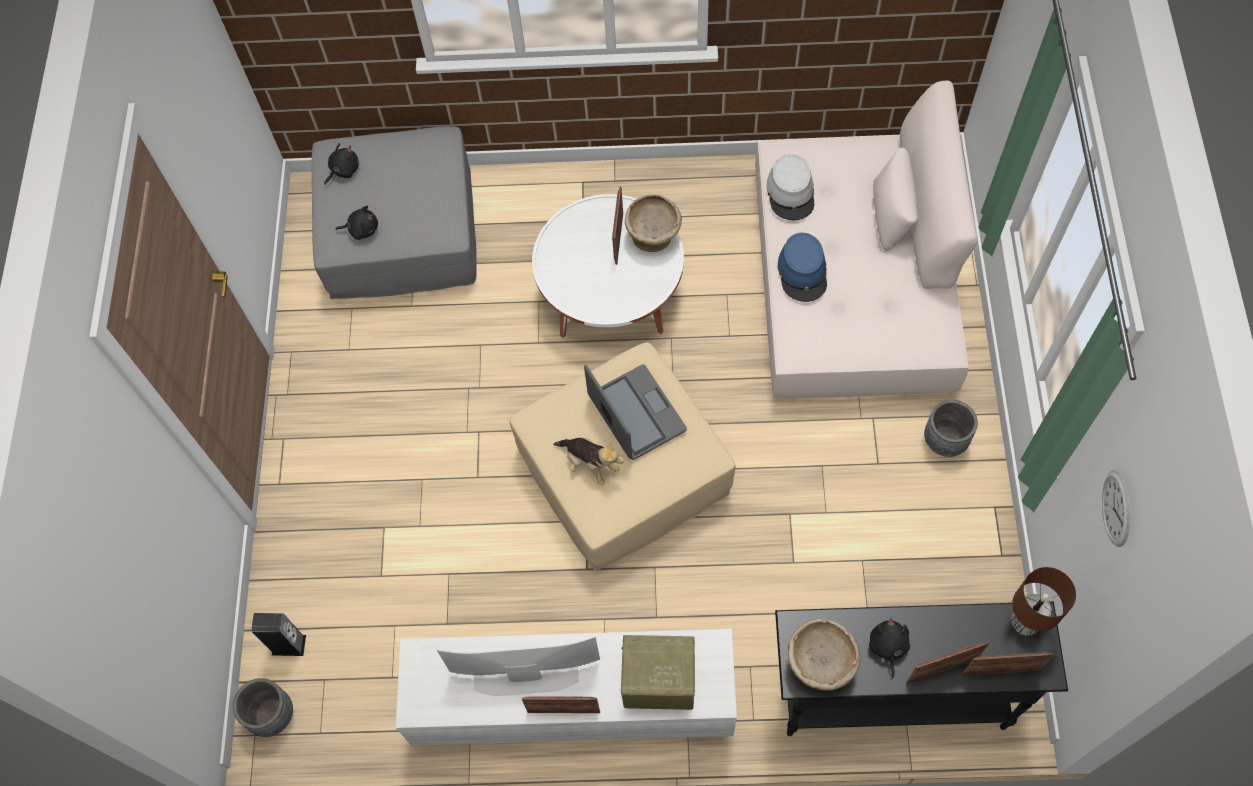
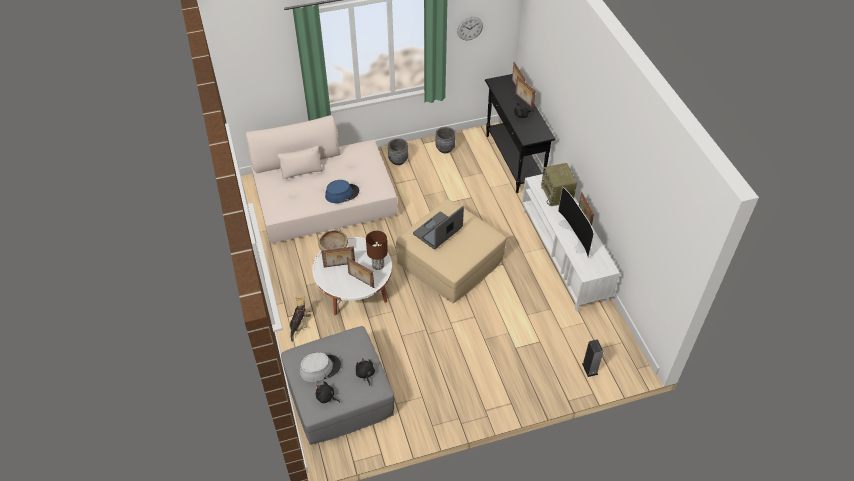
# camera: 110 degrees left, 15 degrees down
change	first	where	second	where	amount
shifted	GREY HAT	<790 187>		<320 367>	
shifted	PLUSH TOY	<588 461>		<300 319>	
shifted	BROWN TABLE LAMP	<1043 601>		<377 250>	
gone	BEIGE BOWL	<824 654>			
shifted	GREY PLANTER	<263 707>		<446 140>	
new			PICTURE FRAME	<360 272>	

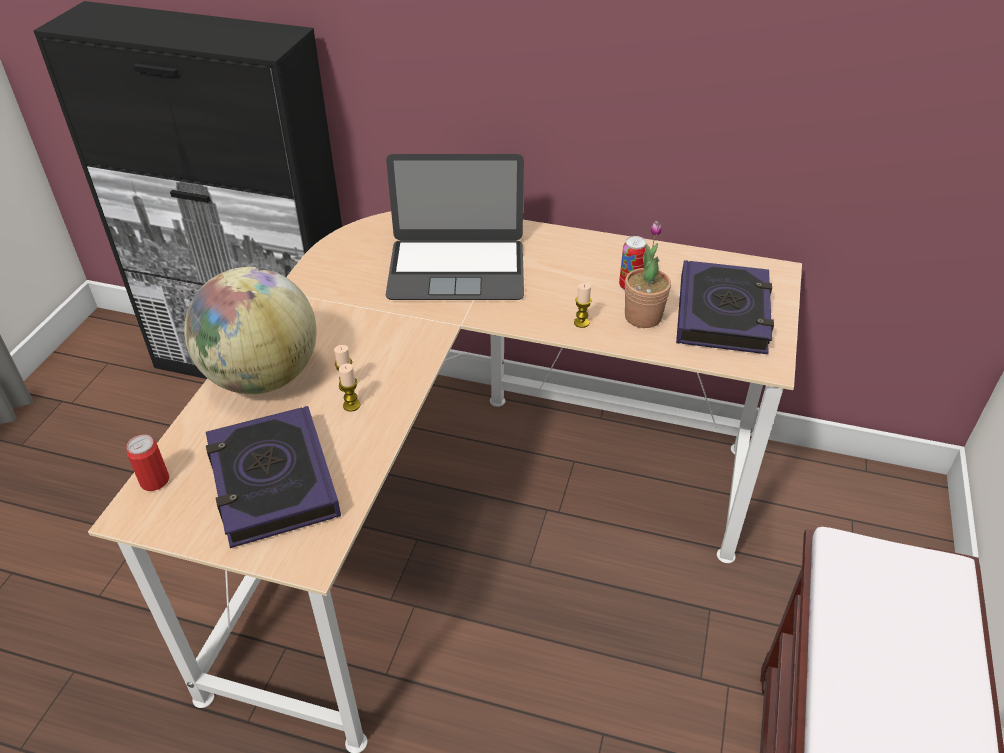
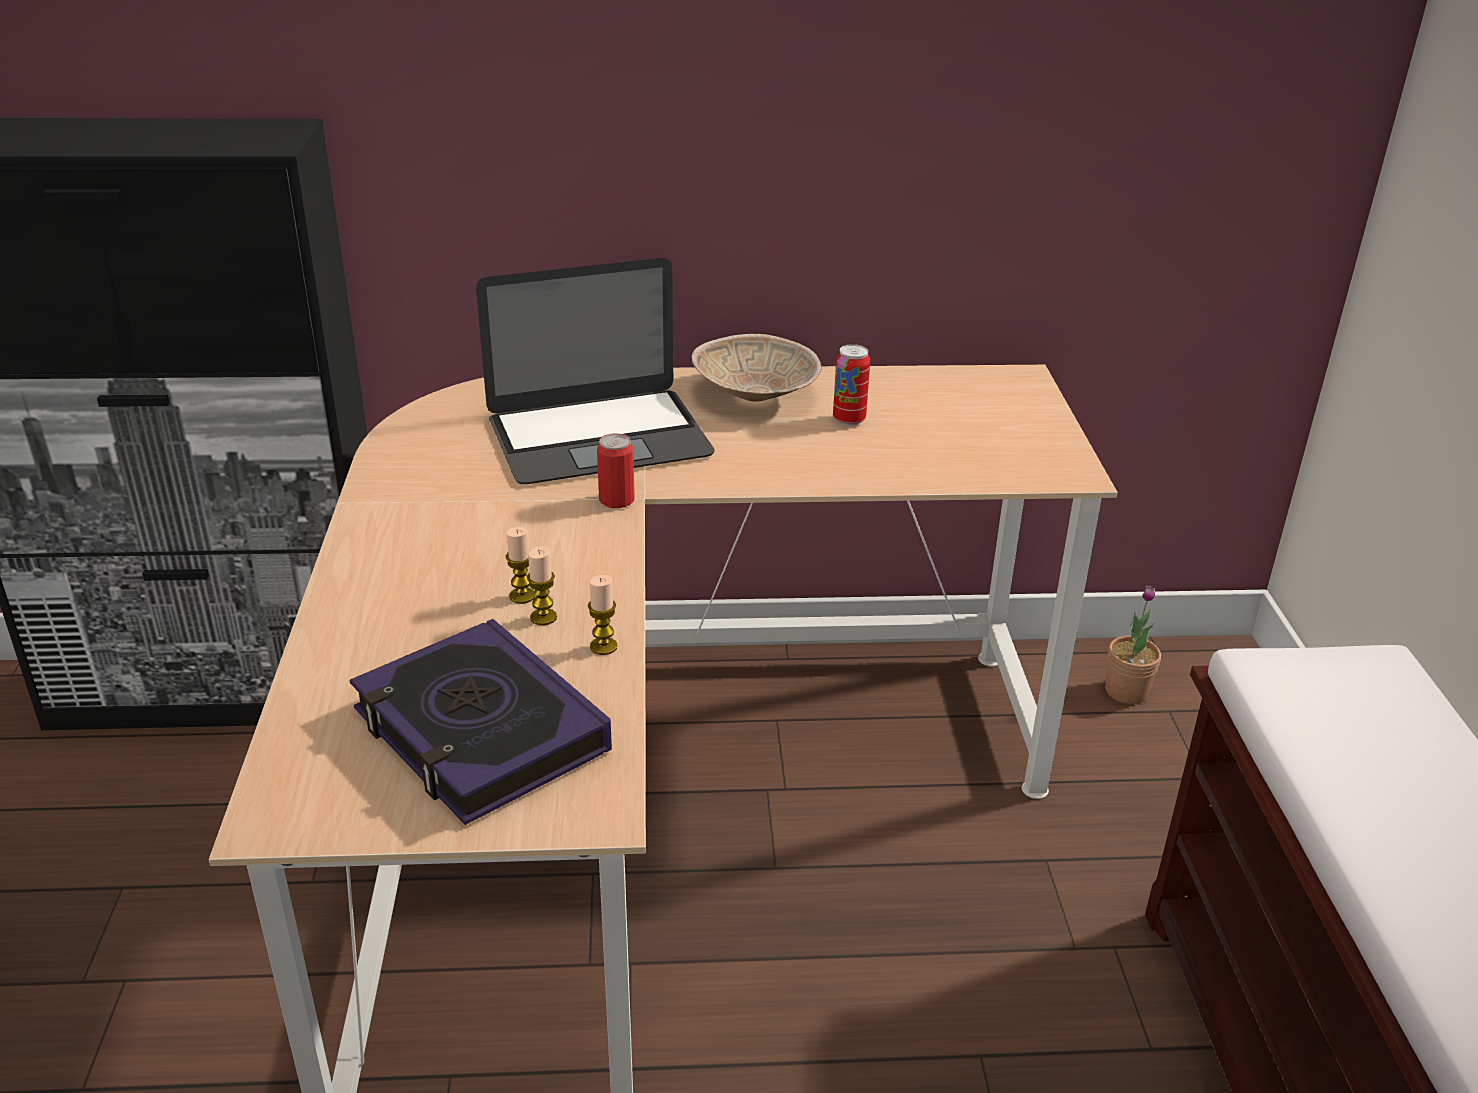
# camera: 20 degrees left, 10 degrees down
change	first	where	second	where	amount
shifted	POTTED PLANT	<648 274>		<1133 644>	
gone	BOOK	<725 307>			
gone	GLOBE	<250 330>			
shifted	CANDLE	<583 305>		<602 615>	
shifted	CAN	<147 463>		<616 470>	
new			BEIGE BOWL	<757 368>	

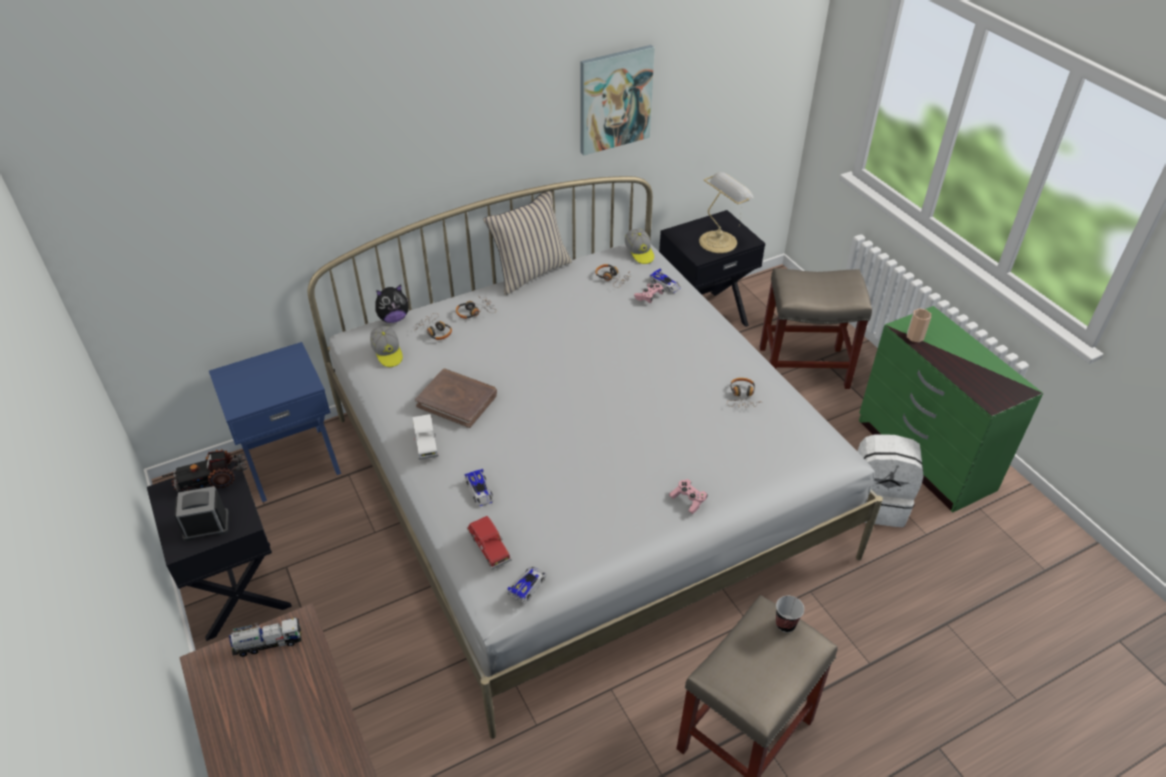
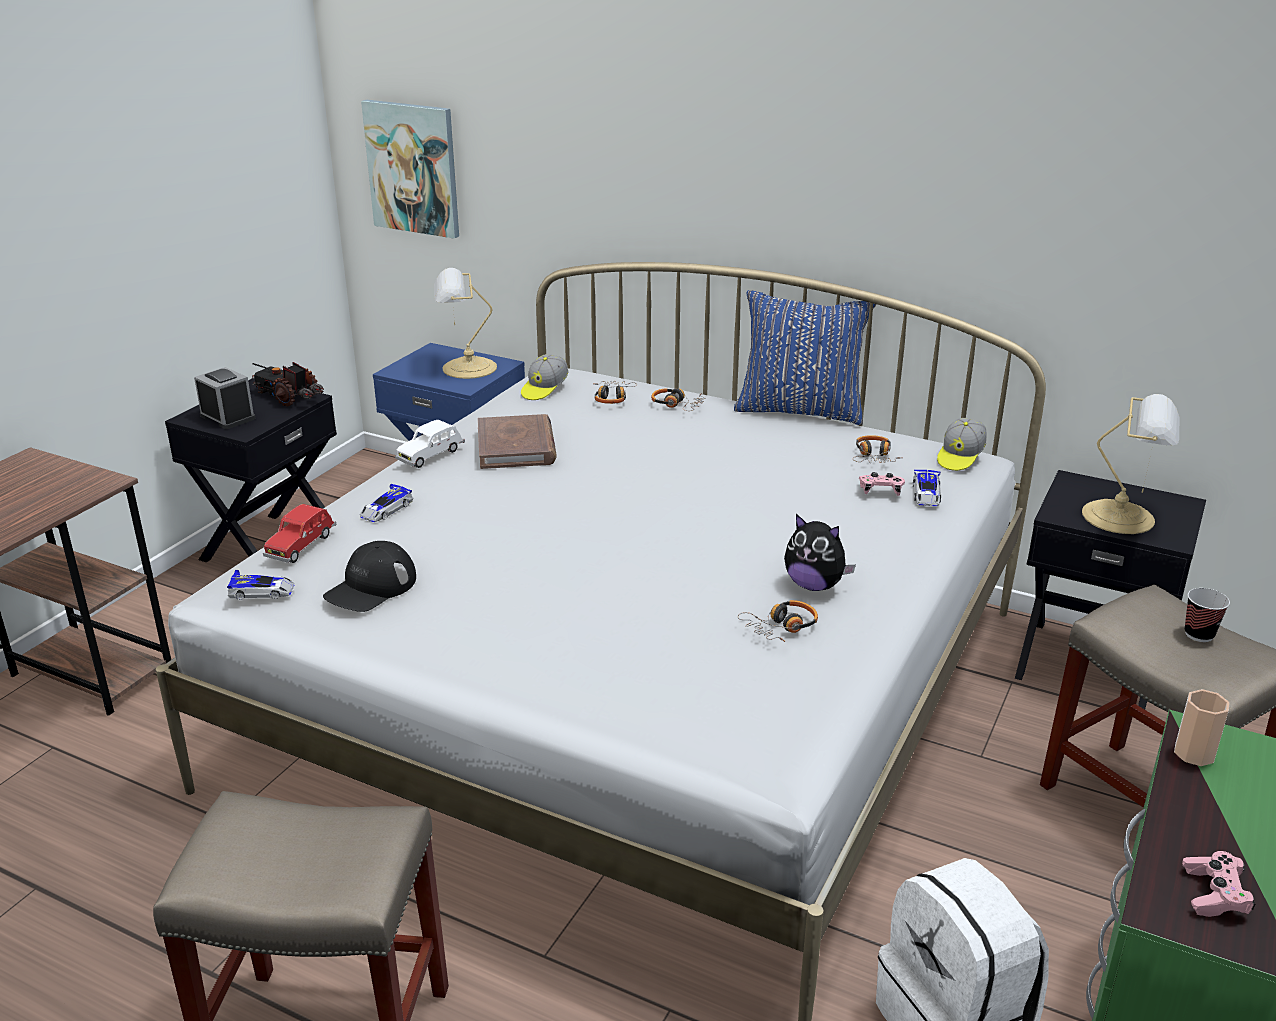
# camera: 55 degrees right, 15 degrees down
change	first	where	second	where	amount
shifted	PICTURE	<617 100>		<410 169>	
repainted	BEIGE PILLOW	<527 243>	BLUE PILLOW	<805 357>	
shifted	PLUSH TOY	<392 304>		<820 552>	
shifted	PINK GAME CONTROLLER	<688 496>		<1219 884>	
shifted	CUP	<790 614>		<1207 615>	
gone	TOY TRUCK	<265 637>			
new			TABLE LAMP	<465 323>	
new			BLACK CAP	<369 576>	

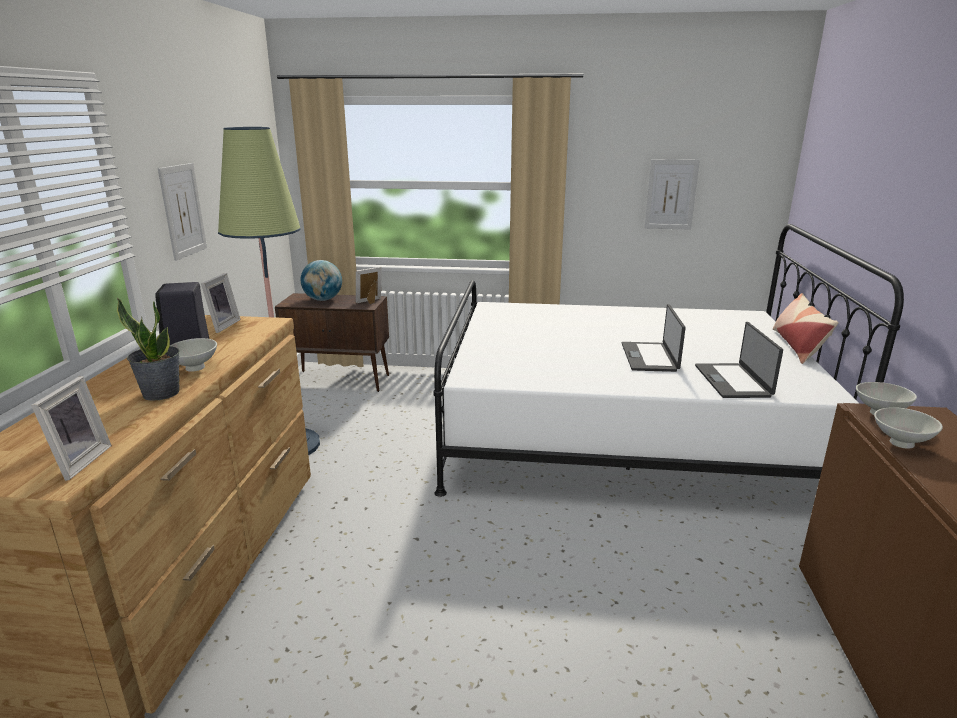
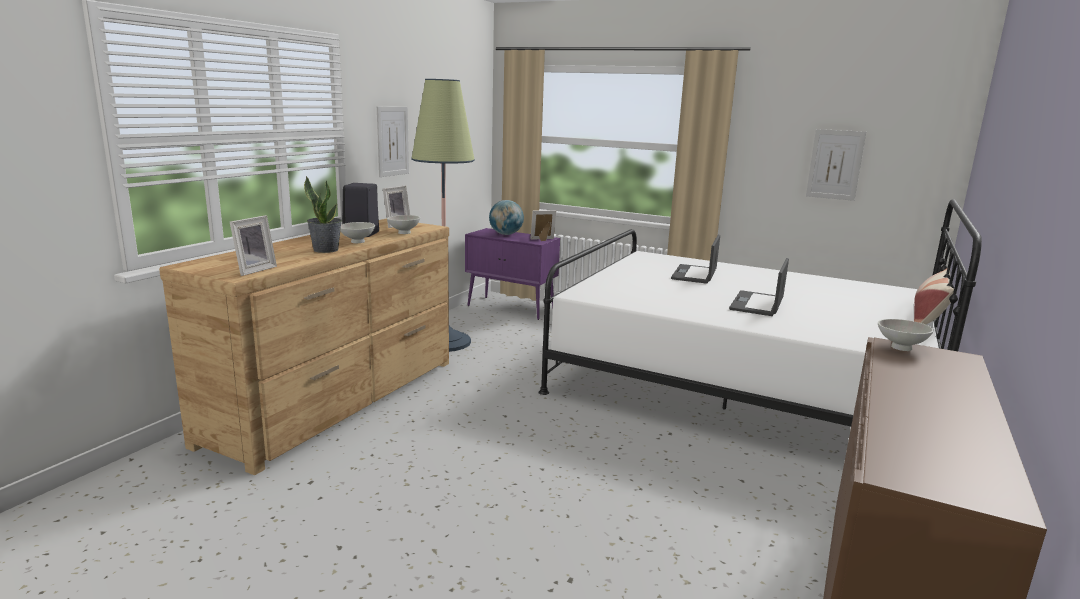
# camera: 20 degrees right, 5 degrees down
change	first	where	second	where	amount
repainted	BROWN CABINET	<332 342>	PURPLE CABINET	<512 274>	
shifted	LAPTOP	<739 360>		<695 259>	
shifted	WHITE BOWL	<908 428>		<403 224>	

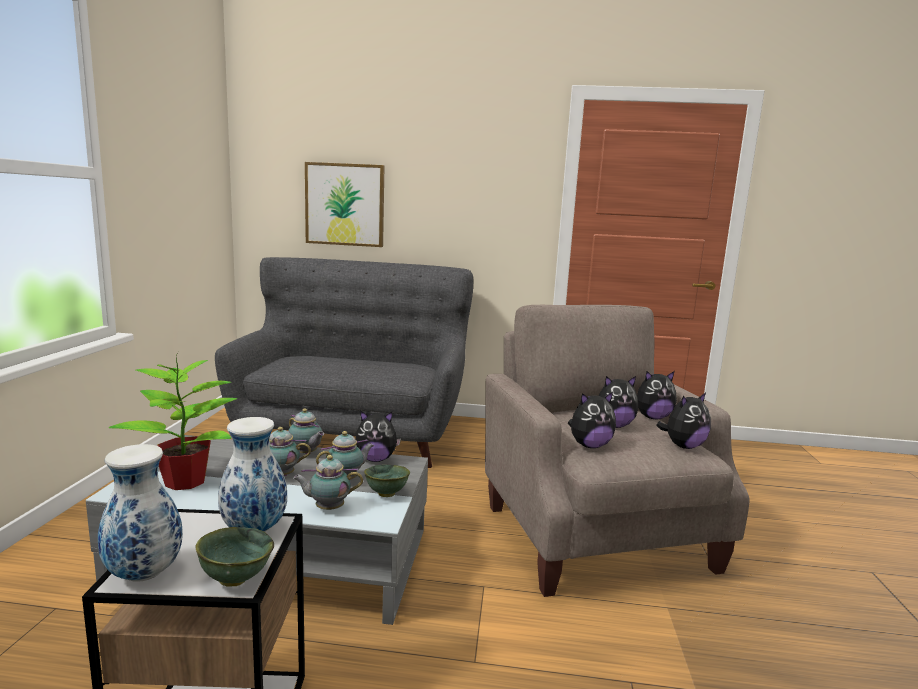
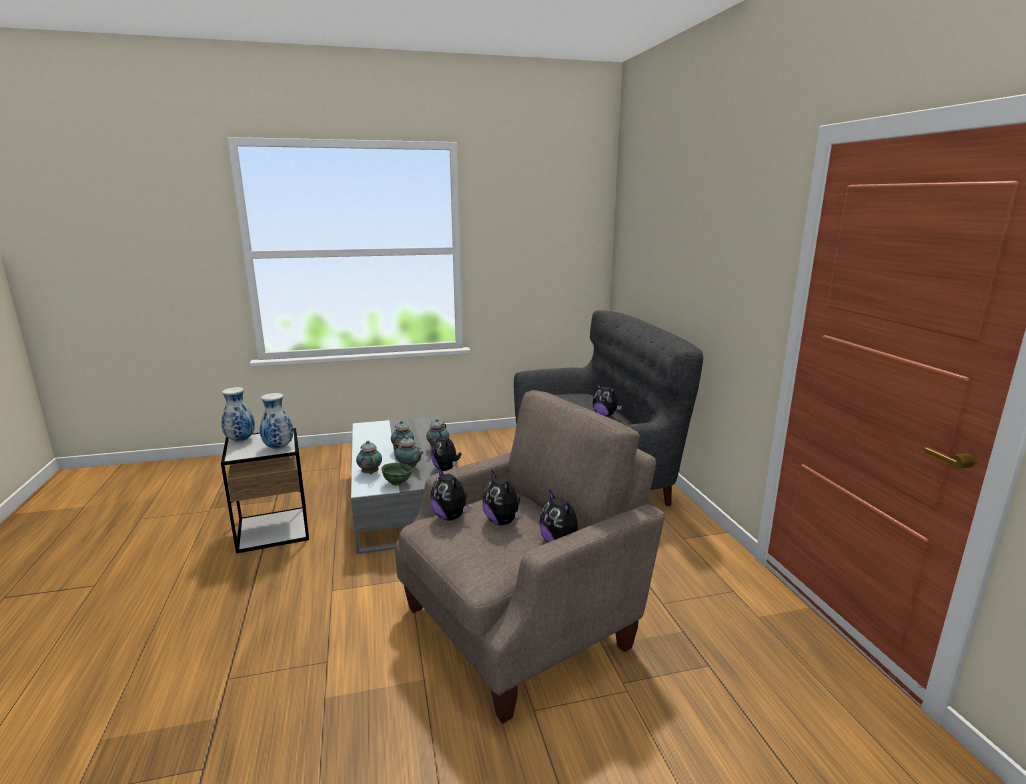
# camera: 70 degrees right, 5 degrees up
change	first	where	second	where	amount
gone	PICTURE	<345 204>			
gone	POTTED PLANT	<173 421>			
shifted	PLUSH TOY	<683 420>		<607 400>	
gone	GREEN BOWL	<235 556>			

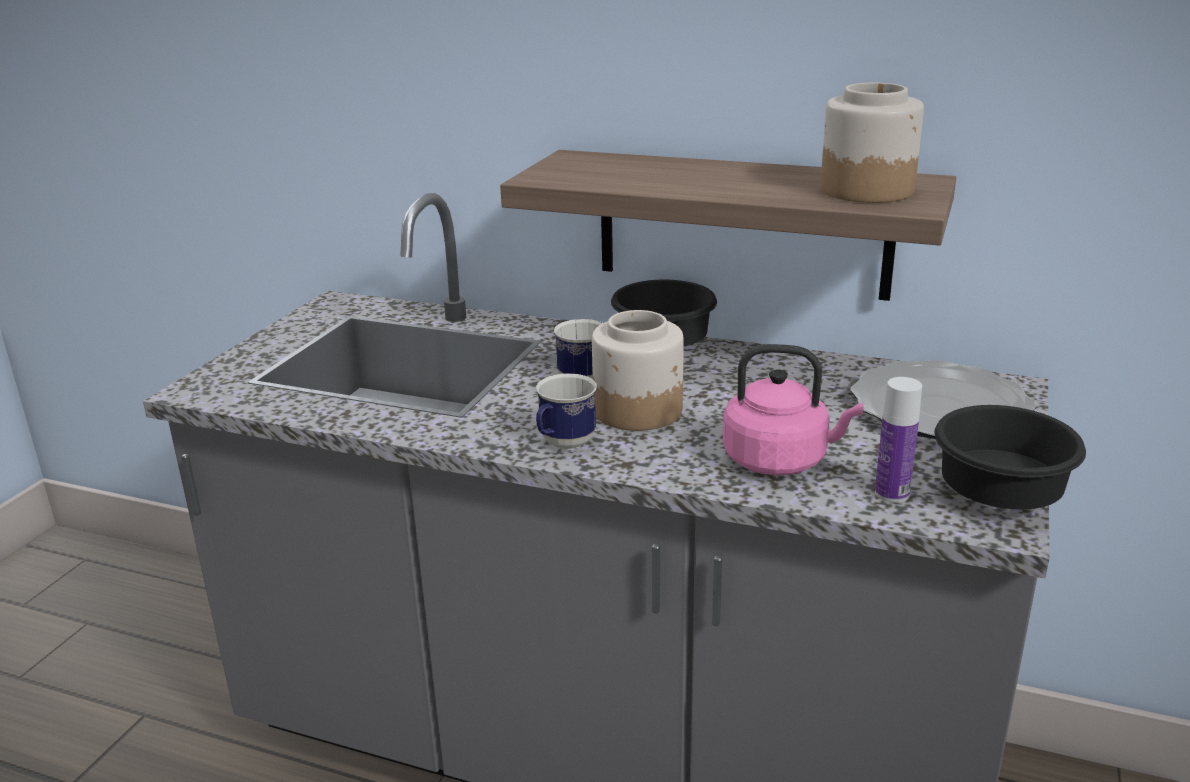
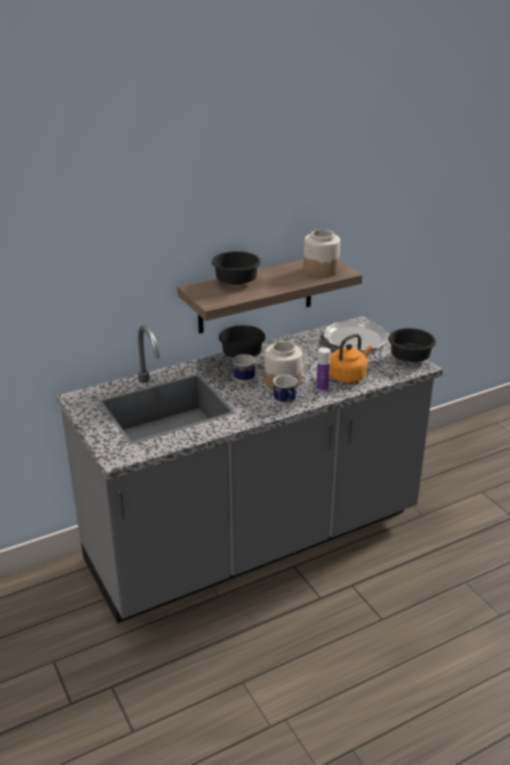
# camera: 50 degrees left, 5 degrees up
change	first	where	second	where	amount
repainted	PINK KETTLE	<793 409>	ORANGE KETTLE	<351 358>	
shifted	BOTTLE	<898 440>		<323 369>	
new			BLACK BOWL	<236 268>	

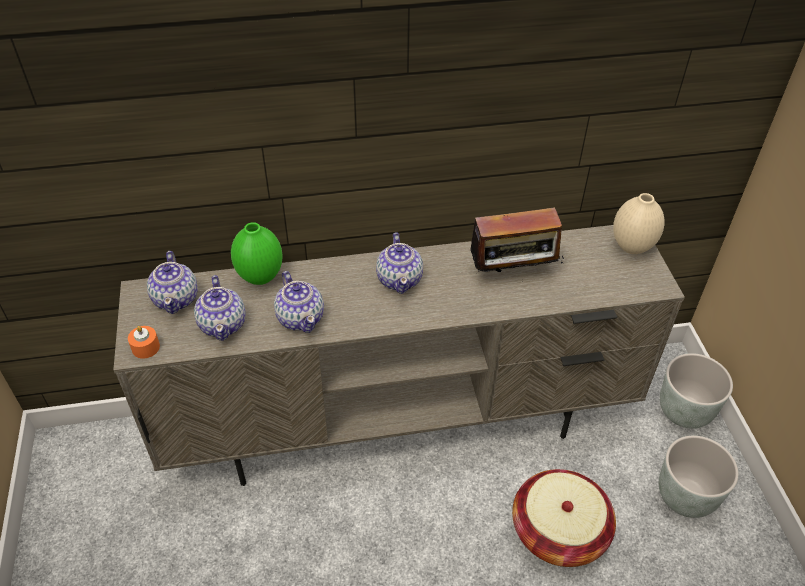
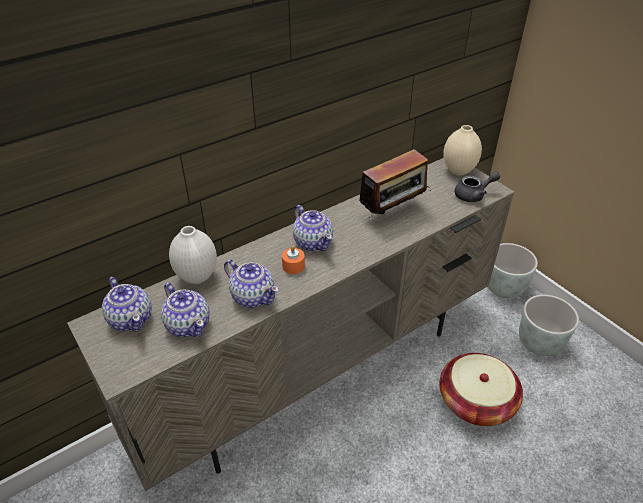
# camera: 25 degrees left, 5 degrees down
change	first	where	second	where	amount
repainted	GREEN VASE	<257 253>	WHITE VASE	<193 255>	
shifted	ORANGE CANDLE	<144 342>		<293 260>	
new			GREY TEAPOT	<477 186>	

